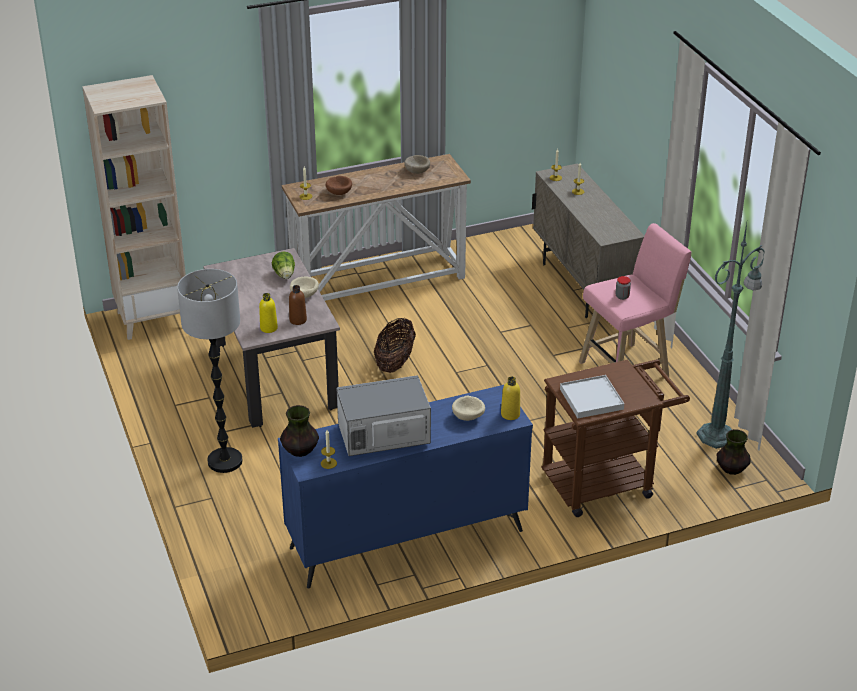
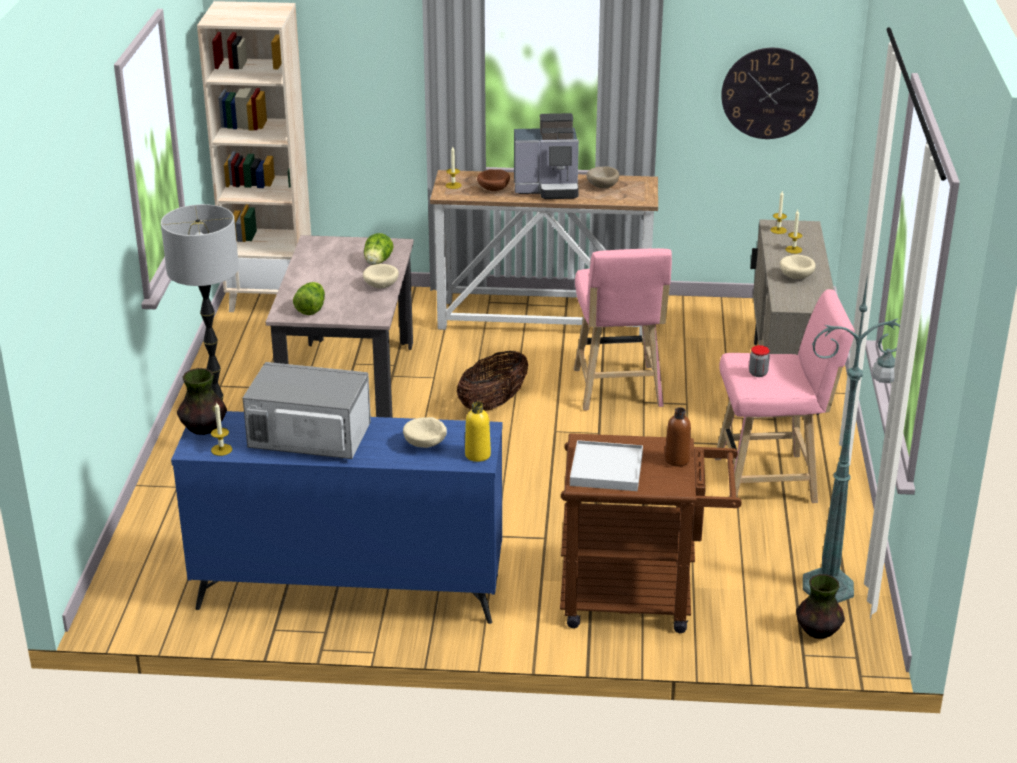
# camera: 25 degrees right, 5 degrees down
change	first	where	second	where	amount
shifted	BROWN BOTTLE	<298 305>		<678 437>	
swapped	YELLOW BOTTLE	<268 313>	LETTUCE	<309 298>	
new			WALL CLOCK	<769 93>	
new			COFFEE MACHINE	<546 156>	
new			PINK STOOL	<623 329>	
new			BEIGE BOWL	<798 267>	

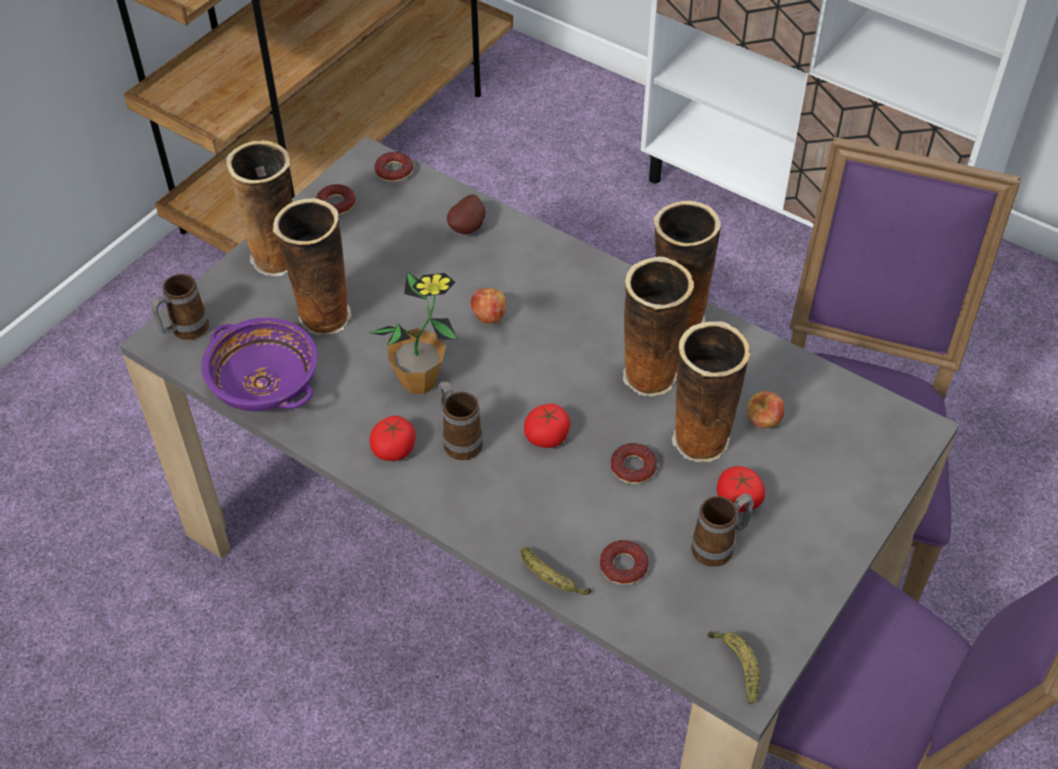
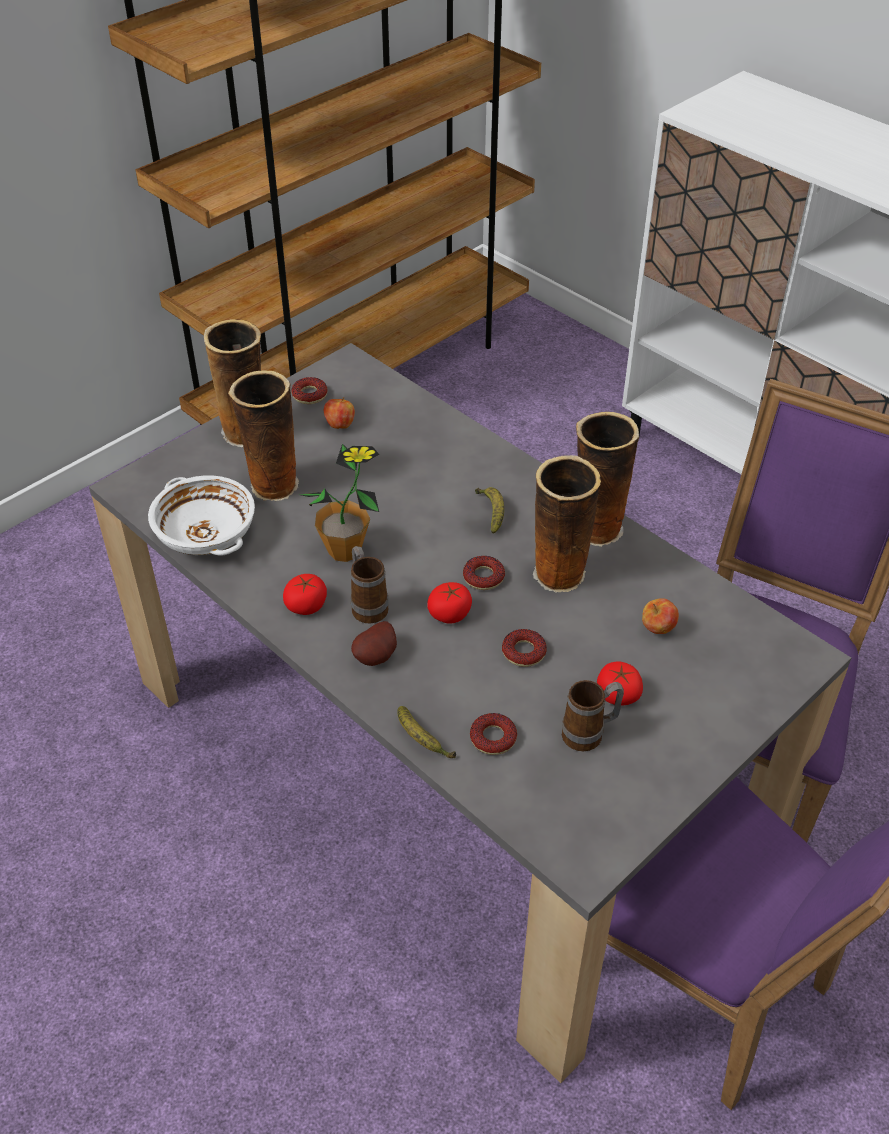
# camera: 10 degrees right, 5 degrees down
change	first	where	second	where	amount
shifted	DONUT	<394 167>		<484 573>	
shifted	POTATO	<466 214>		<374 643>	
gone	MUG	<180 307>			
shifted	APPLE	<488 305>		<339 413>	
repainted	PURPLE BOWL	<259 364>	WHITE BOWL	<201 515>	
gone	VASE	<711 391>			
shifted	BANANA	<733 667>		<489 510>	

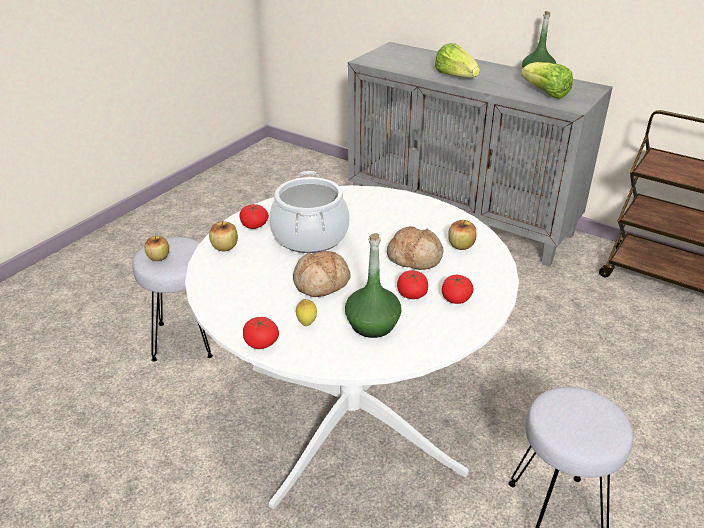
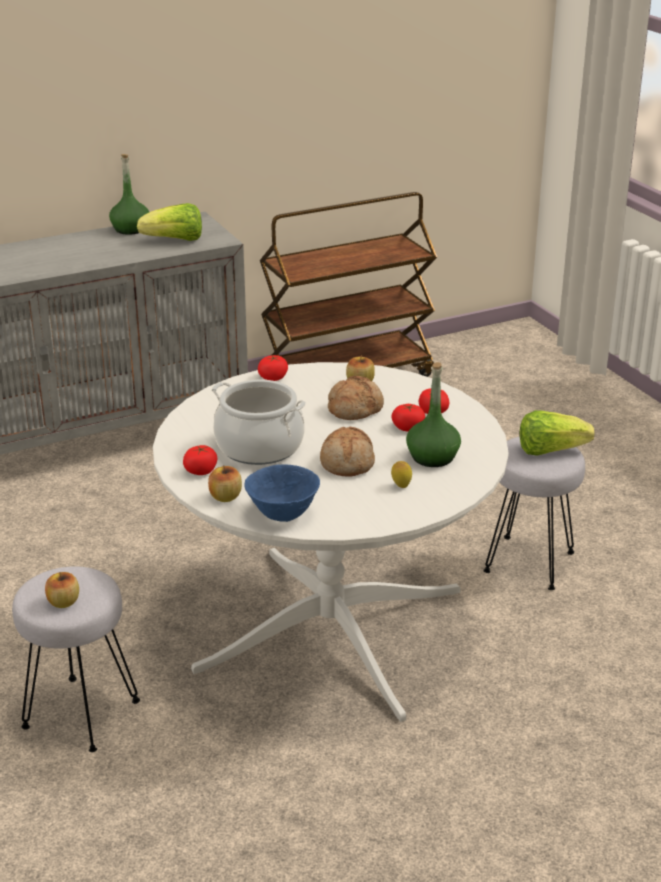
# camera: 60 degrees left, 5 degrees down
change	first	where	second	where	amount
shifted	LETTUCE	<457 60>		<557 433>	
shifted	TOMATO	<261 333>		<273 368>	
new			BLUE BOWL	<282 493>	

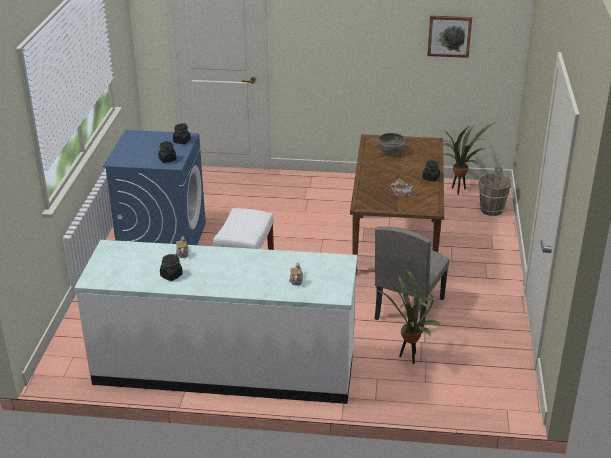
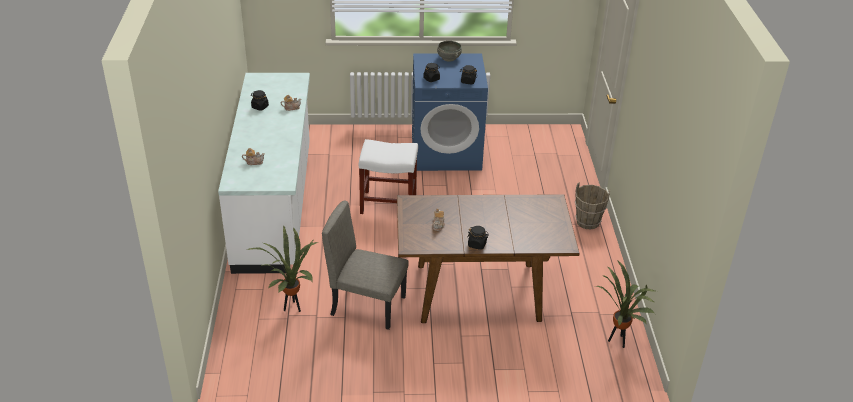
# camera: 80 degrees right, 5 degrees up
change	first	where	second	where	amount
gone	PICTURE	<449 36>			
shifted	GREY BOWL	<391 144>		<449 51>	
shifted	BROWN BUCKET	<495 191>		<592 206>	

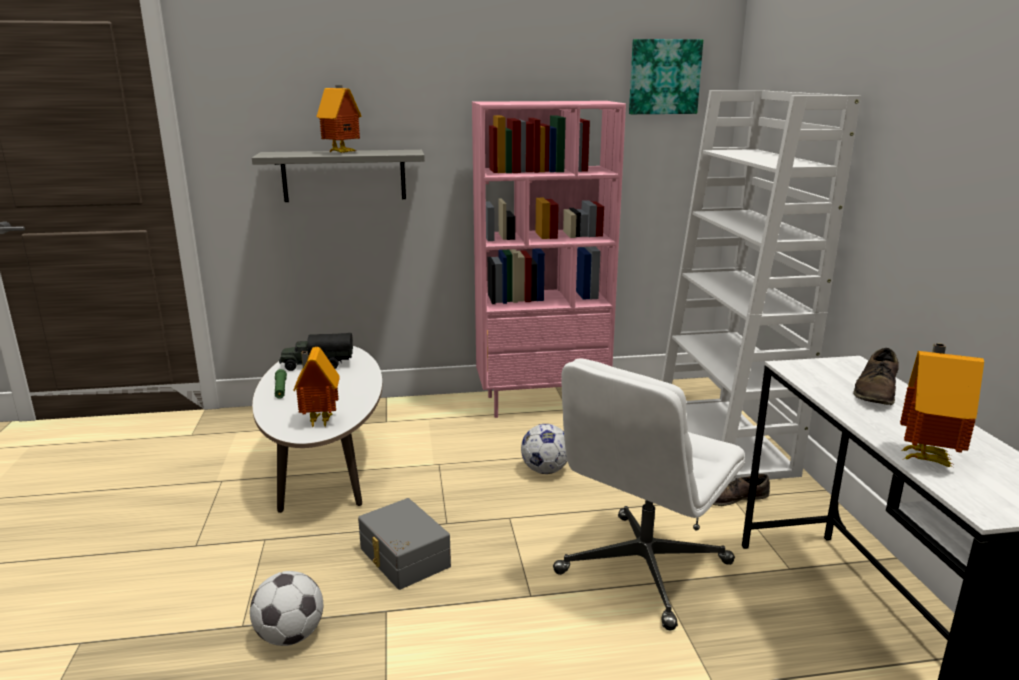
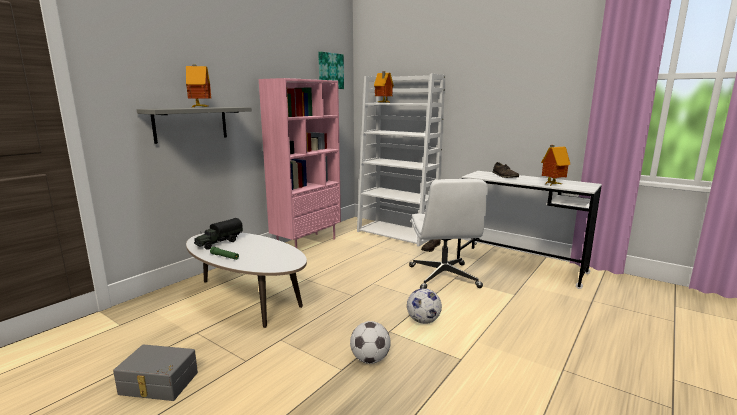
# camera: 45 degrees left, 5 degrees down
change	first	where	second	where	amount
shifted	TOY HOUSE	<316 387>		<384 87>	
shifted	FOOTBALL	<544 449>		<424 306>	
shifted	GREY STORAGE BOX	<404 544>		<155 372>	

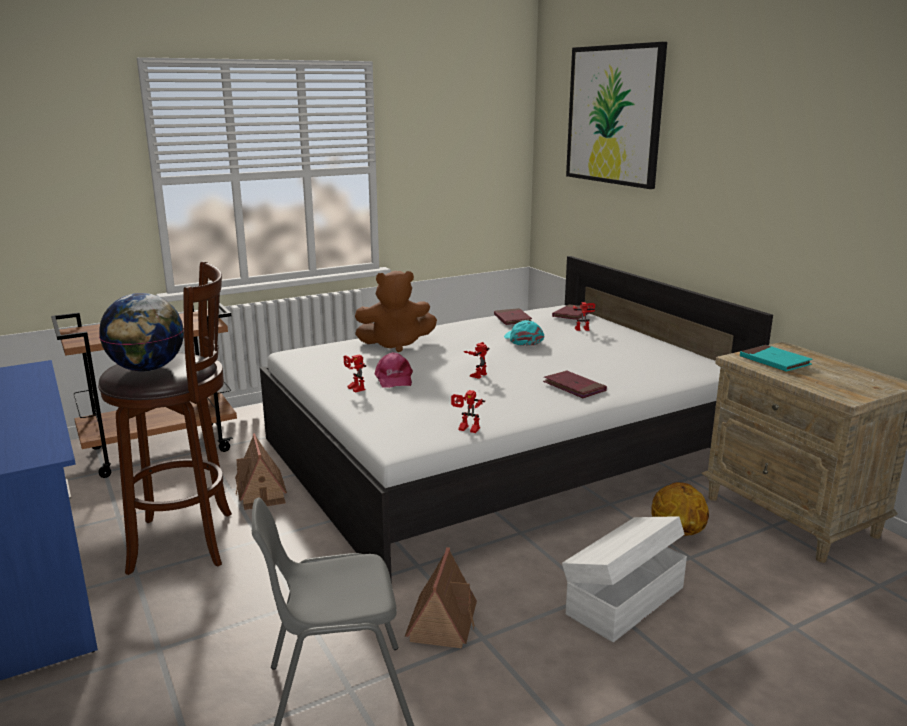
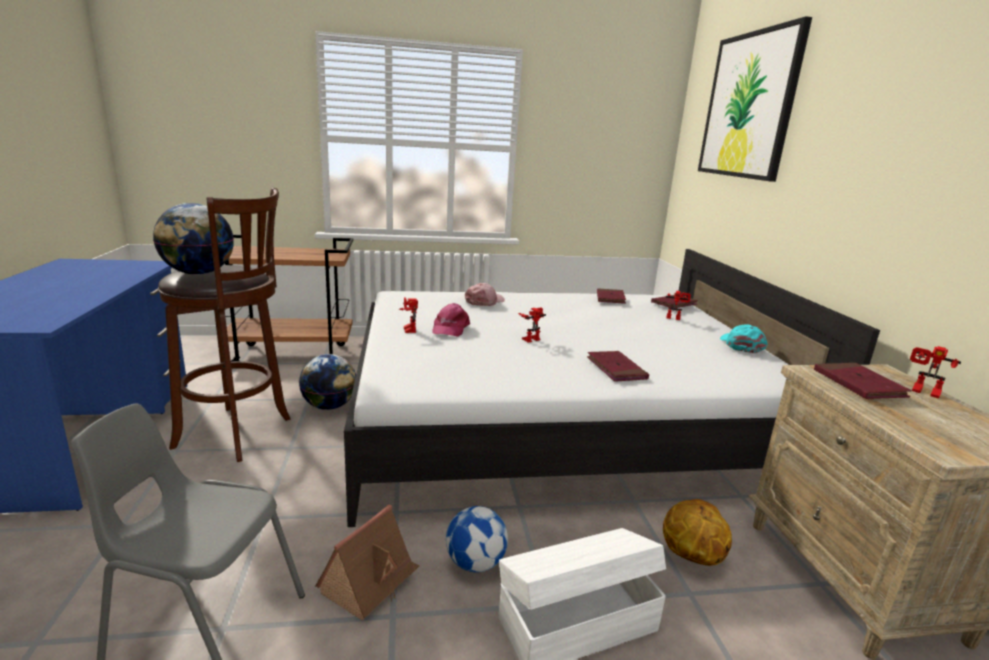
# camera: 20 degrees right, 0 degrees up
change	first	where	second	where	amount
swapped	BROWN PLUSH TOY	<396 311>	PINK CAP	<485 294>	
shifted	TURQUOISE CAP	<524 333>		<743 338>	
repainted	TURQUOISE BOOK	<776 358>	RED BOOK	<863 381>	
shifted	TOY ROBOT	<468 411>		<935 372>	
swapped	TOY HOUSE	<261 471>	GLOBE	<327 382>	
new			FOOTBALL	<477 539>	

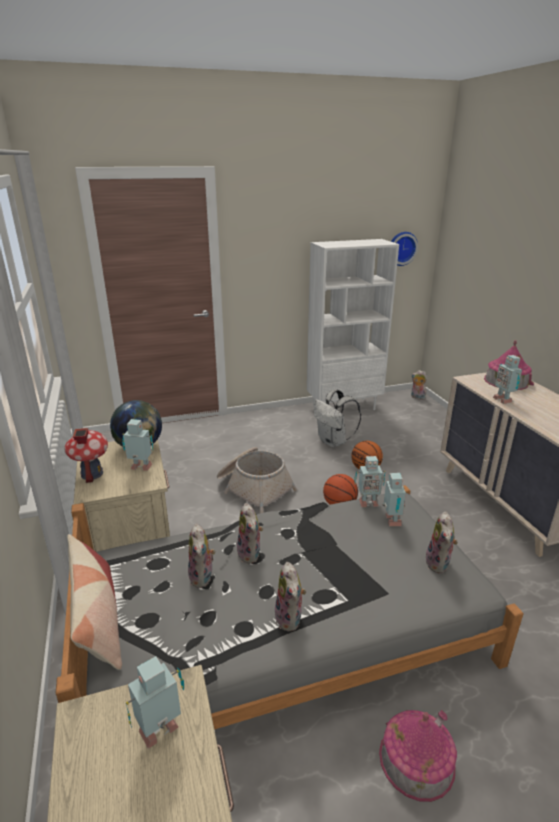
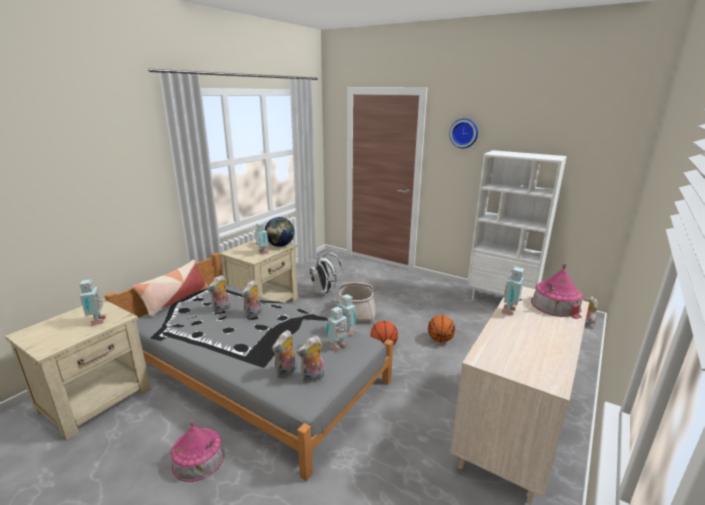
# camera: 50 degrees right, 5 degrees down
change	first	where	second	where	amount
shifted	WALL CLOCK	<404 249>		<464 133>	
shifted	WHITE BACKPACK	<337 418>		<325 274>	
gone	TOY HOUSE	<86 455>			
shifted	PLUSH TOY	<290 596>		<284 354>	
rotated	TOY ROBOT	<155 702>		<92 302>	60 degrees clockwise

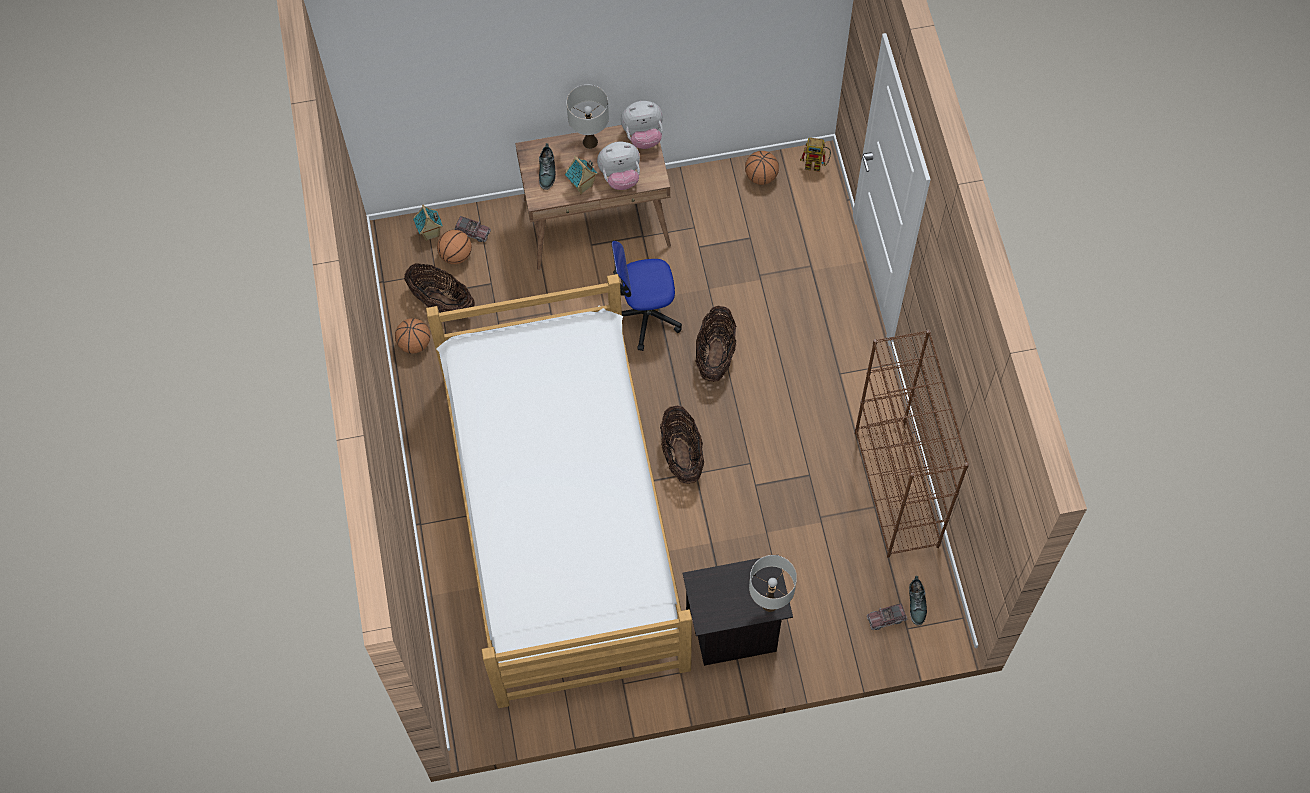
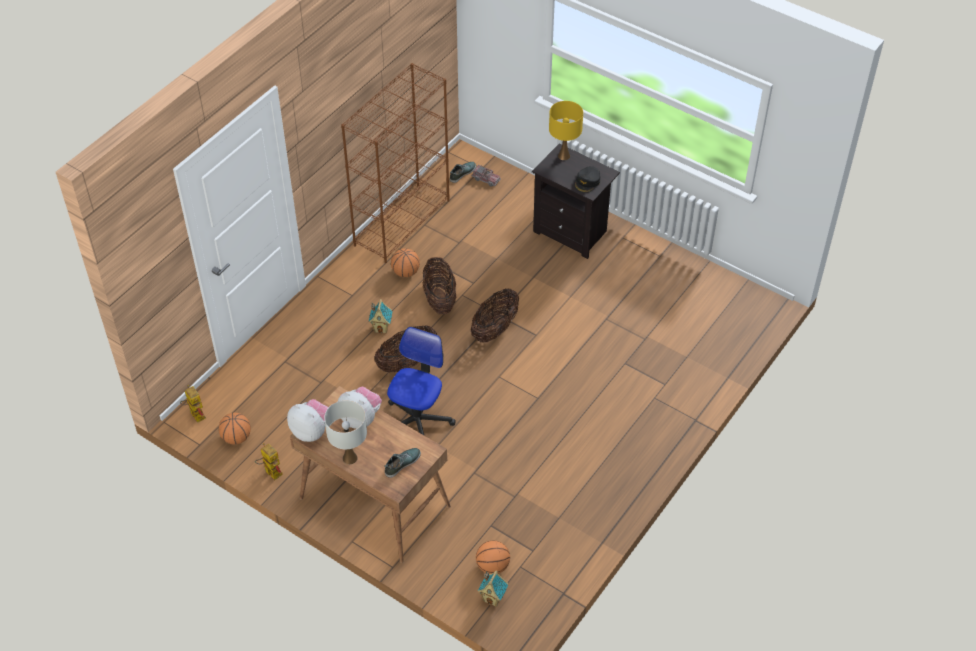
# camera: 135 degrees left, 15 degrees down
change	first	where	second	where	amount
shifted	TOY HOUSE	<581 175>		<380 316>	
gone	TOY TRUCK	<472 229>			
rotated	OFFICE CHAIR	<646 296>		<421 381>	105 degrees counterclockwise
shifted	BASKET	<439 288>		<439 285>	
gone	BED	<559 491>			
shifted	BASKETBALL	<412 336>		<405 262>	
repainted	WHITE TABLE LAMP	<773 583>	YELLOW TABLE LAMP	<566 130>	
new			BLACK CAP	<587 179>	
new			TOY ROBOT	<269 461>	

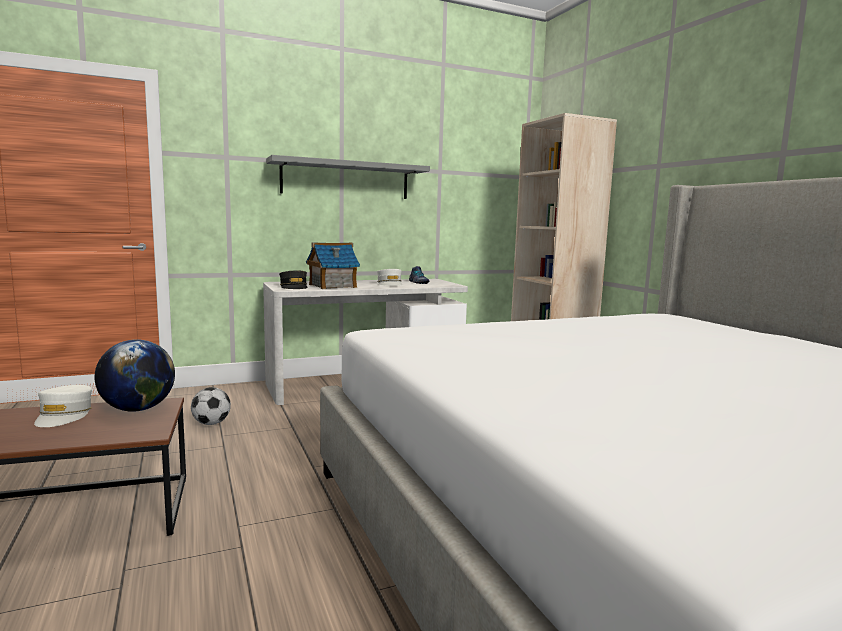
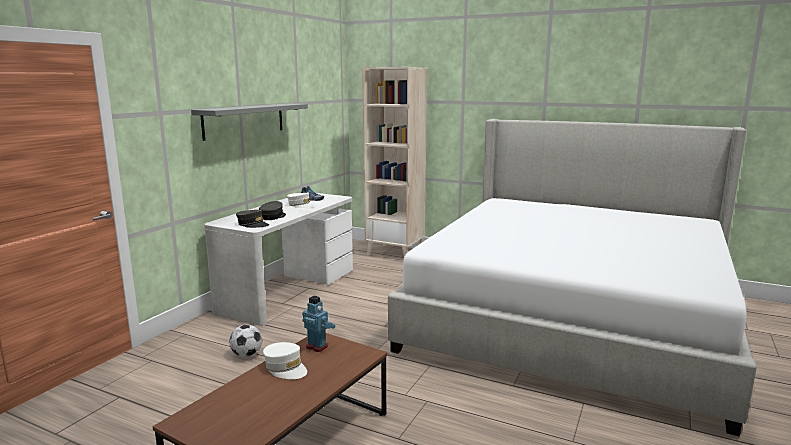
# camera: 40 degrees left, 5 degrees up
change	first	where	second	where	amount
swapped	TOY HOUSE	<333 265>	GREY CAP	<272 210>	
swapped	GLOBE	<135 375>	TOY ROBOT	<318 324>	

